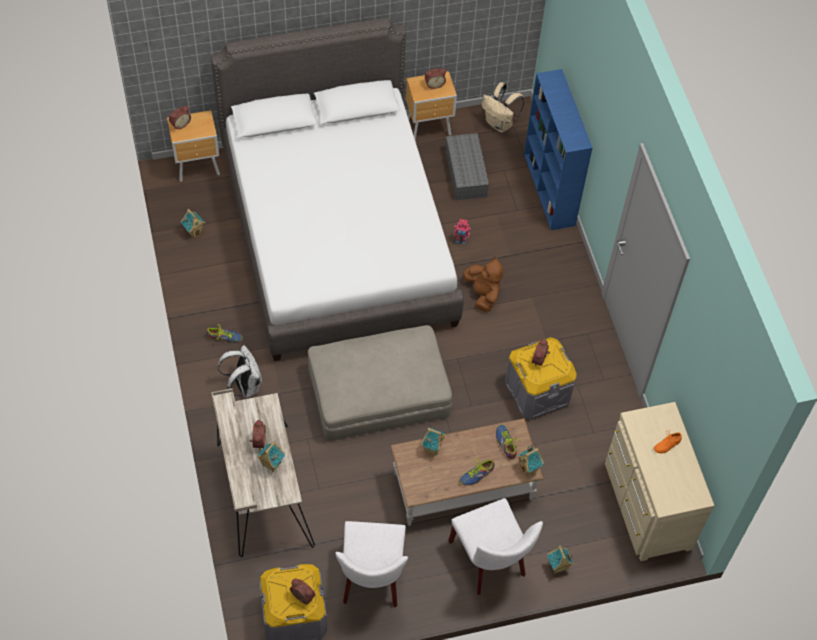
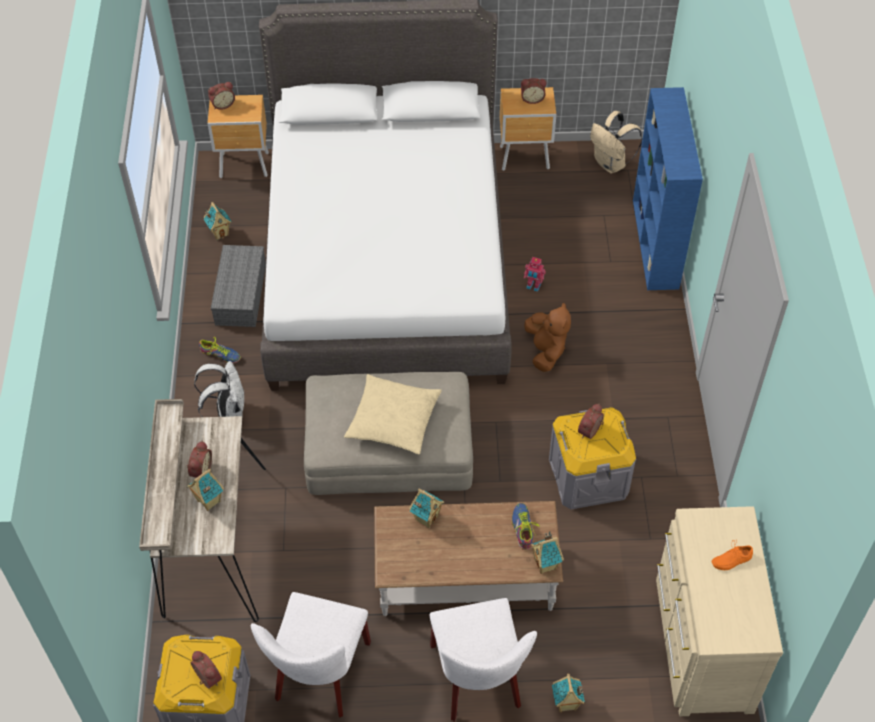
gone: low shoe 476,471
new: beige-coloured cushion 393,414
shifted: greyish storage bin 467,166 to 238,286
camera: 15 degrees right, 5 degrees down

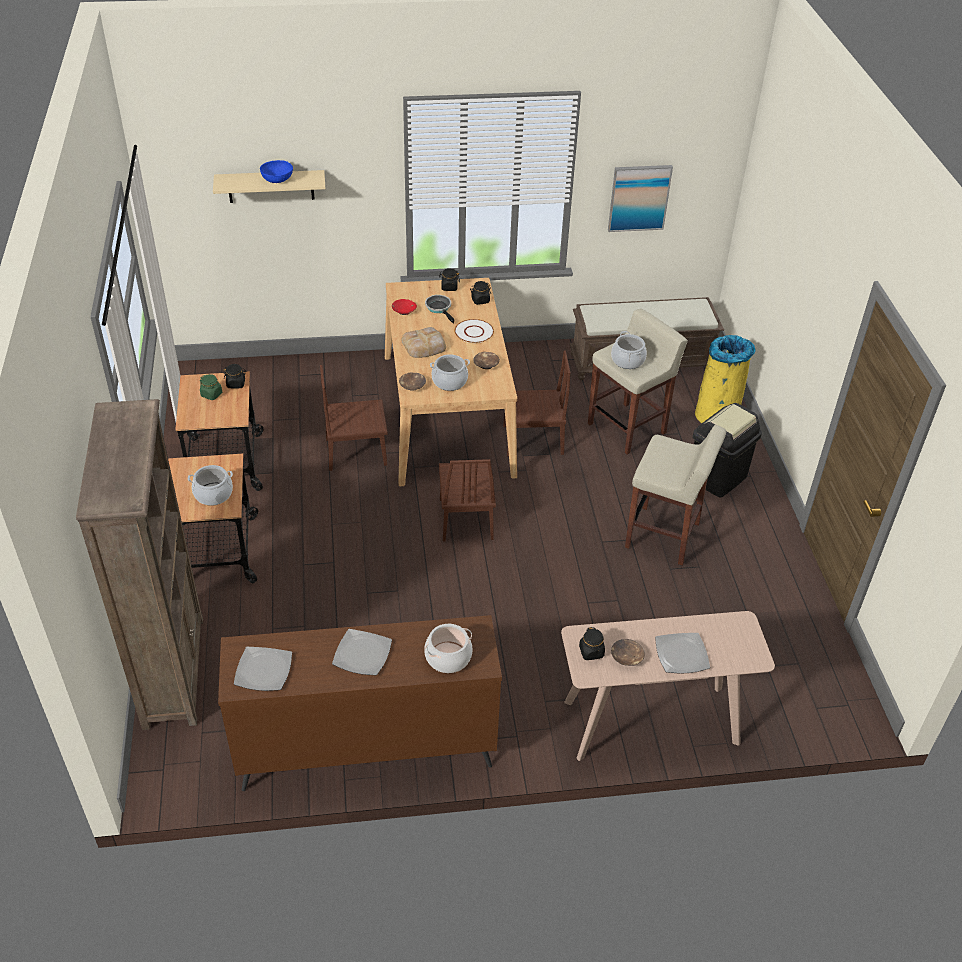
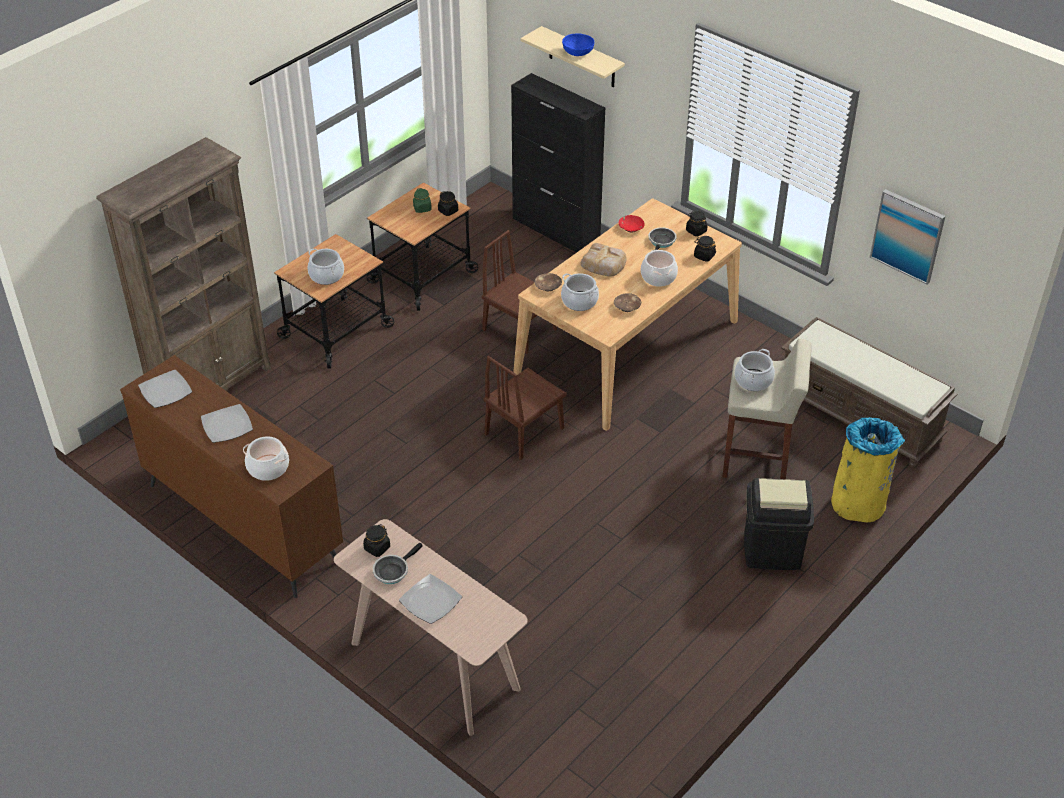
gone: brownish plain chair 536,403; beige-coloured sitting stool 675,495
new: black-coloured cupboard 558,163
swapped: white-coloured dinner plate 474,331 to stockpot 659,268; brownish deep dish 628,652 to skillet 398,563
camera: 50 degrees right, 0 degrees up

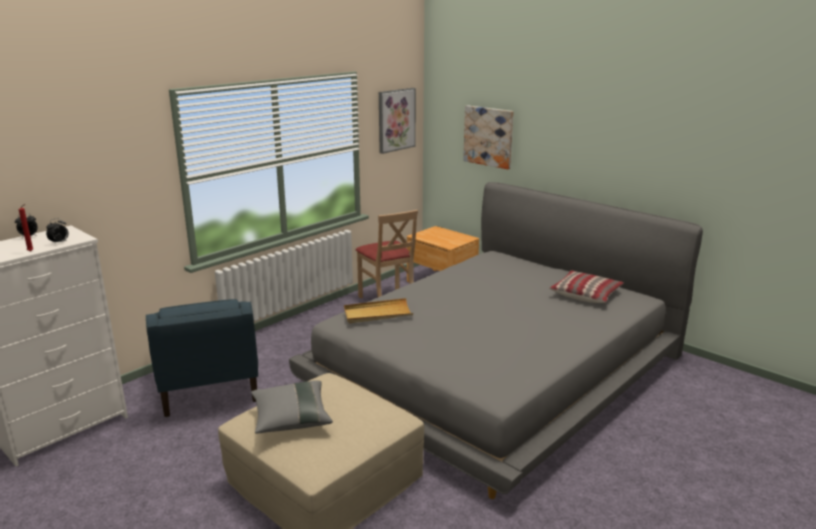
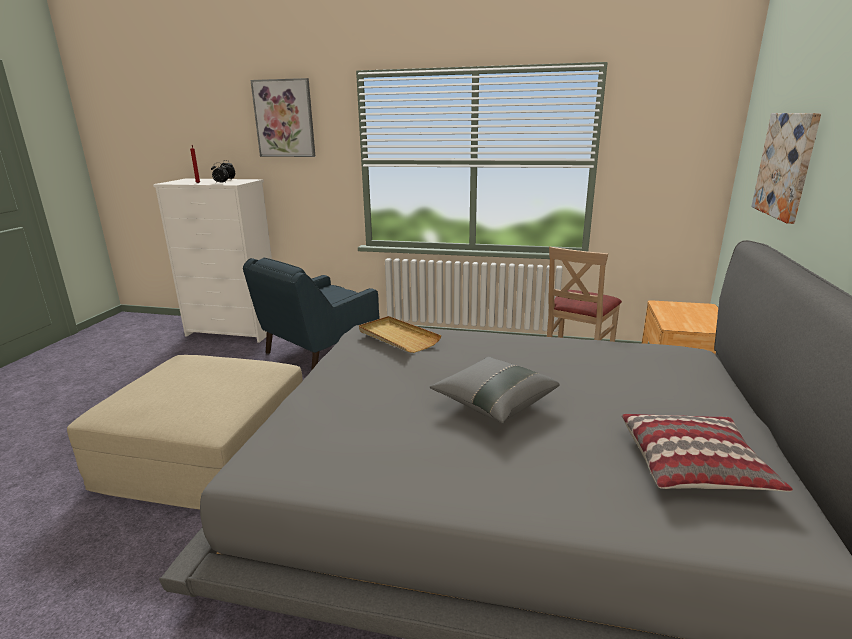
shifted: greyish cushion 292,406 to 494,390; wall art 397,121 to 283,117
camera: 60 degrees right, 0 degrees up

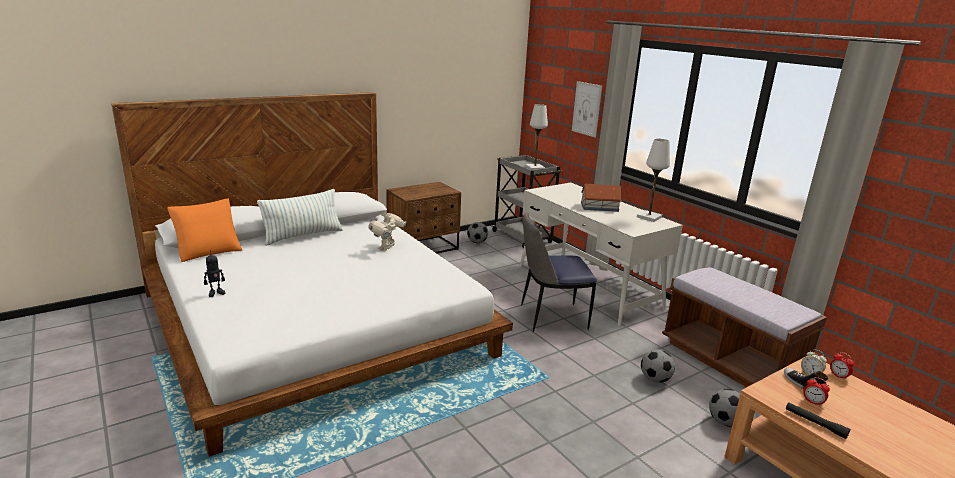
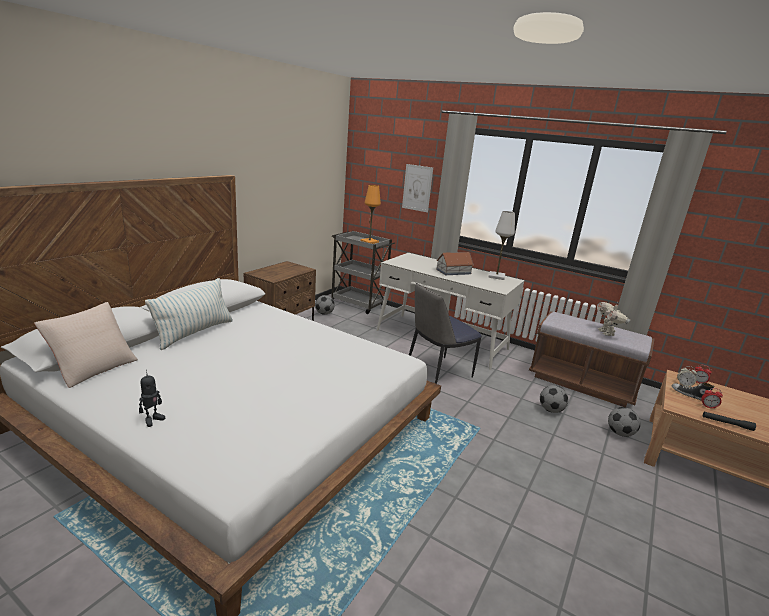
shifted: toy robot 387,231 to 613,319
repainted: orangey cushion 204,230 to beige-coloured cushion 86,345; white-coloured table lamp 536,137 to orangey table lamp 370,214
camera: 25 degrees left, 0 degrees up

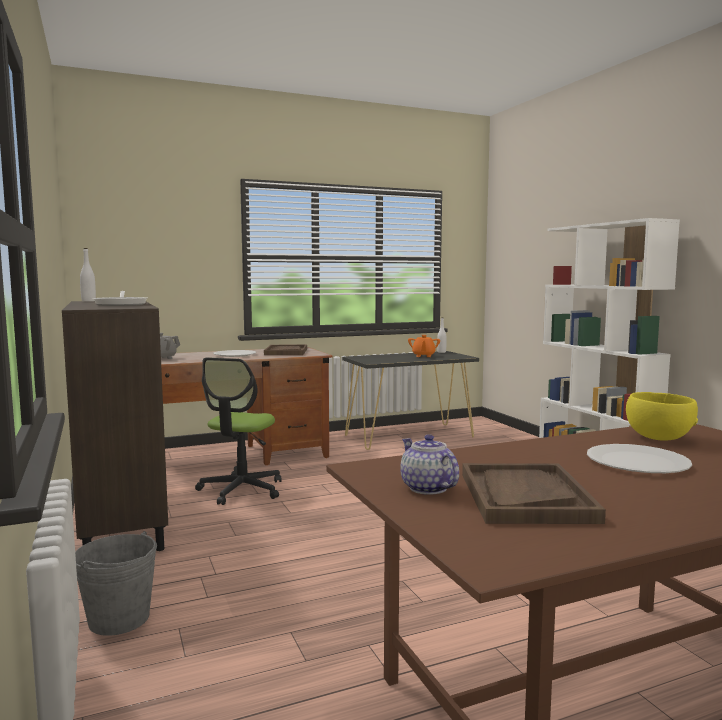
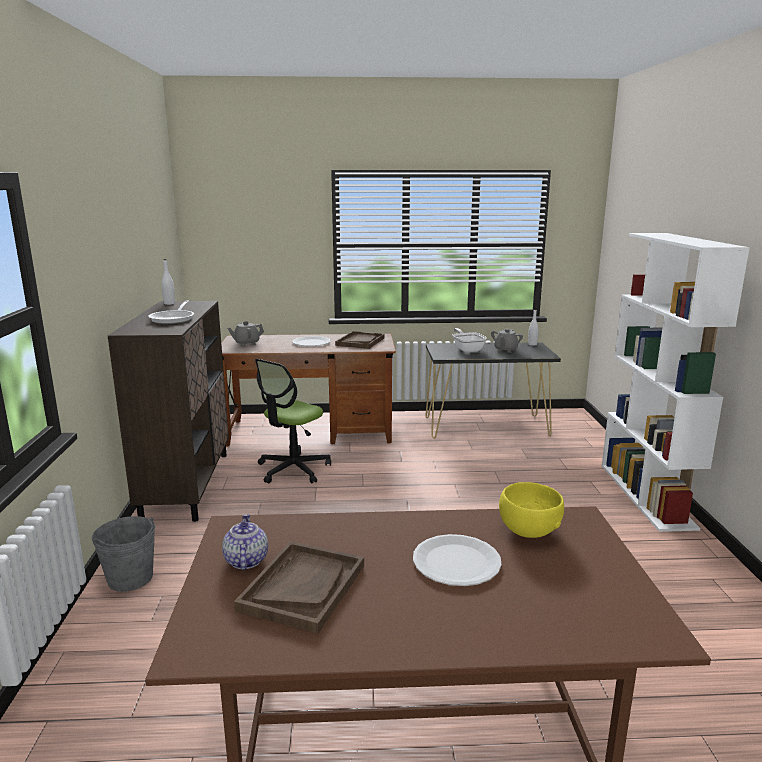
new: skillet 470,340
repainted: orangey pot for tea 424,346 to greyish pot for tea 507,341
camera: 20 degrees right, 10 degrees up

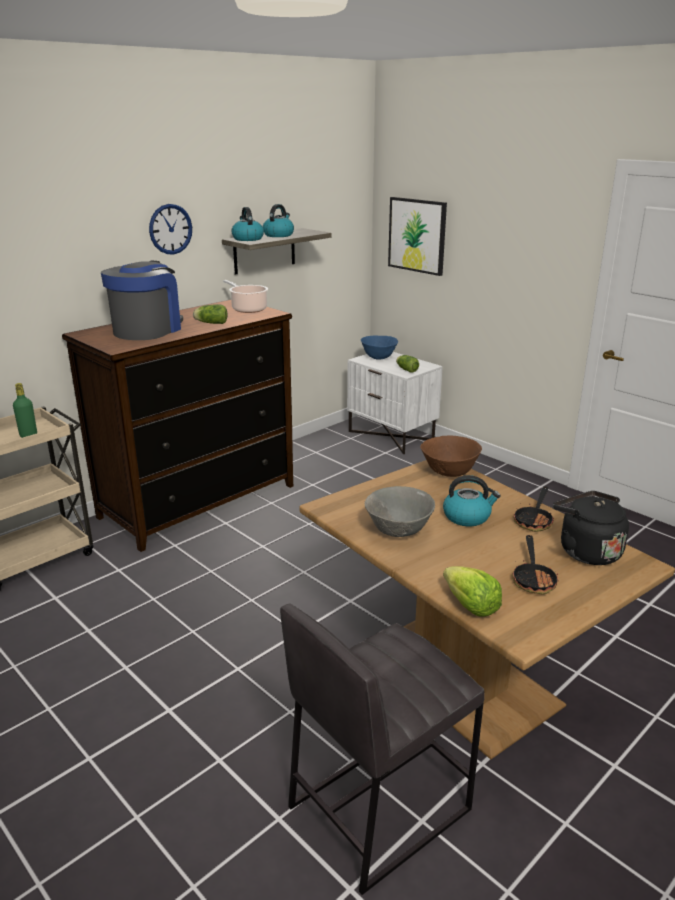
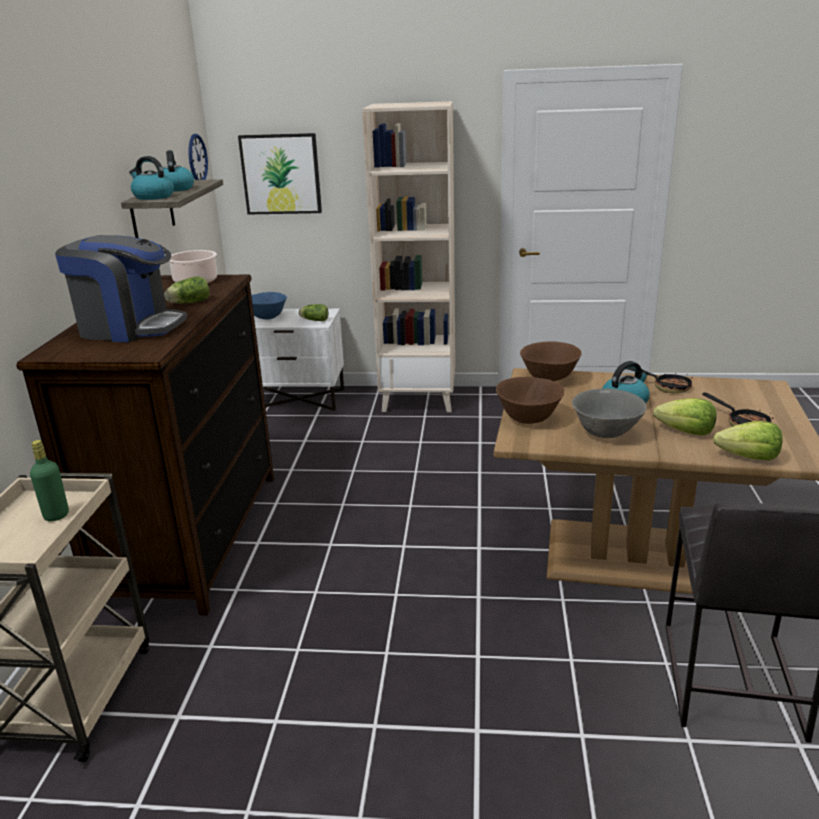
gone: black-coloured water kettle 591,528
new: beige-coloured bookshelf 408,256; brownish deep dish 530,400; head of lettuce 685,417
shifted: hanging clock 170,229 to 198,157
rotated: coffee brewer 142,300 = 121,288 120 degrees clockwise; skillet 534,509 = 660,380 45 degrees counterclockwise
camera: 40 degrees left, 0 degrees up

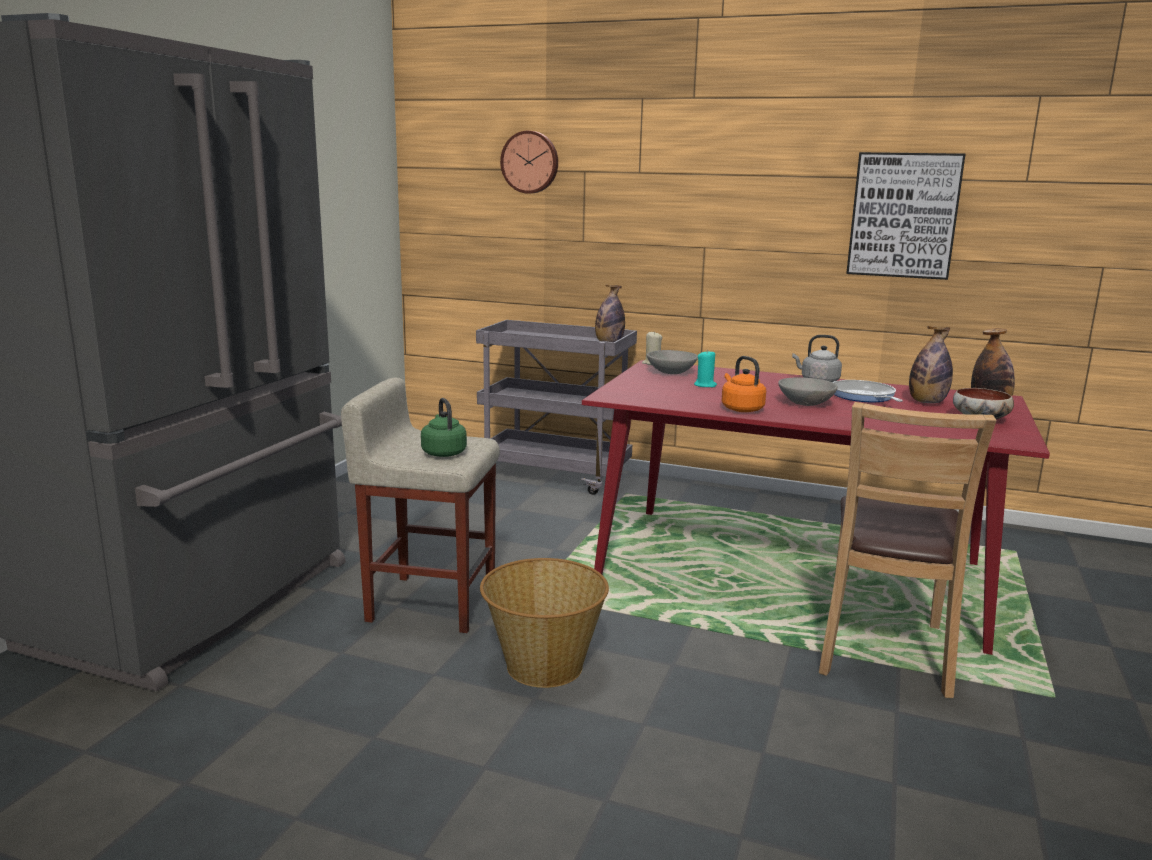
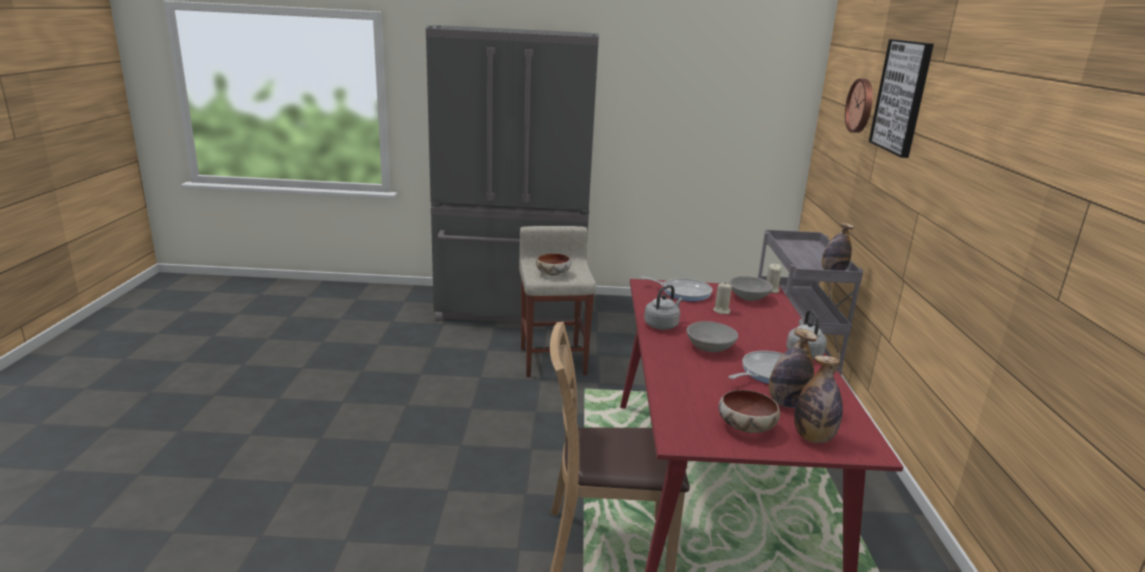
gone: household basket 544,623
new: skillet 676,288
shifted: wall art 906,216 to 901,98
swapped: greenish water kettle 444,427 to deep dish 553,264
repainted: turquoise wax candle 705,368 to beige-coloured wax candle 722,298; orangey water kettle 743,384 to greyish water kettle 663,307
camera: 70 degrees right, 5 degrees up

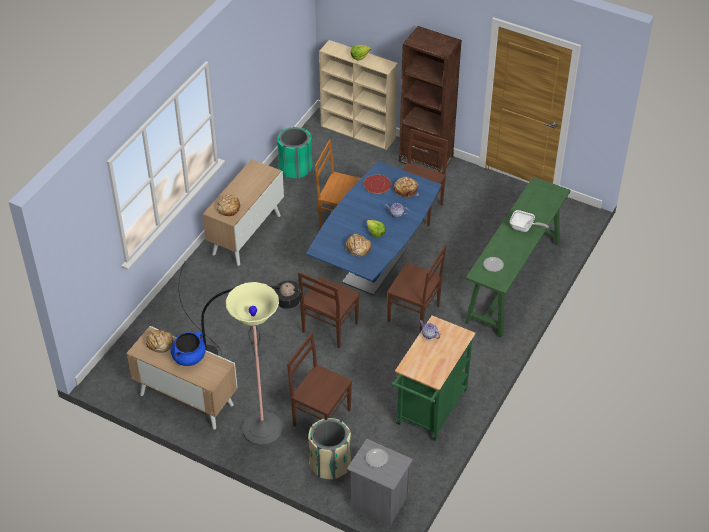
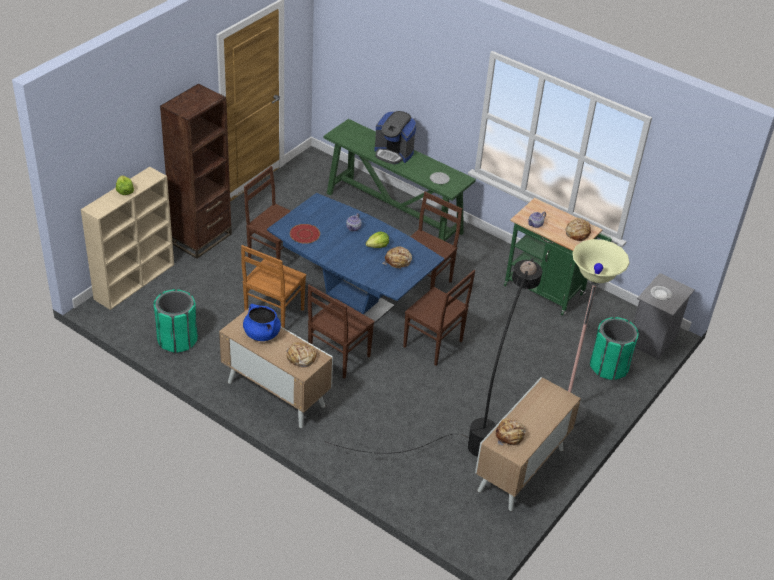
shifted: bluish stockpot 188,349 to 262,322; brownish plain chair 319,379 to 341,332; baked bread 406,187 to 578,229
swapped: skillet 529,221 to coffee brewer 395,137
repainted: beige-coloured waste bin 329,449 to greenish waste bin 614,348
camera: 85 degrees left, 5 degrees down

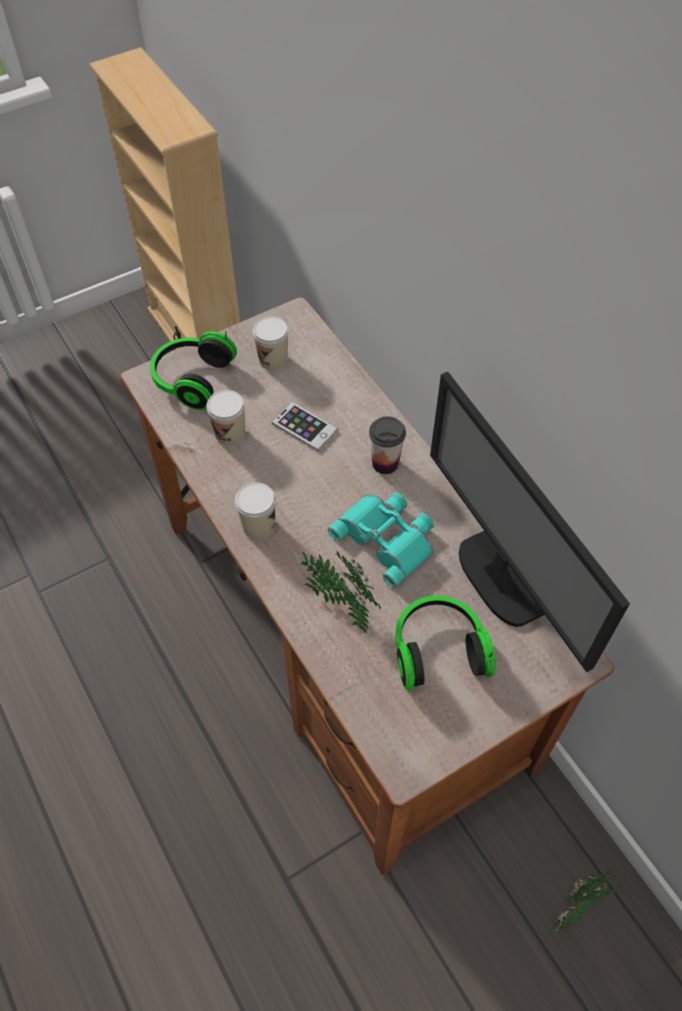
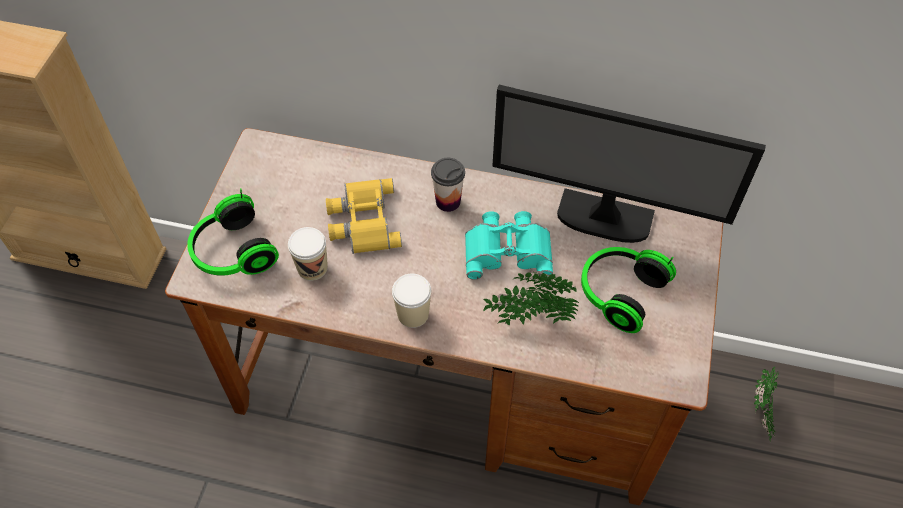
gone: cup 271,344
swapped: telephone 305,426 to yellowish pair of binoculars 364,216
camera: 45 degrees left, 0 degrees up

